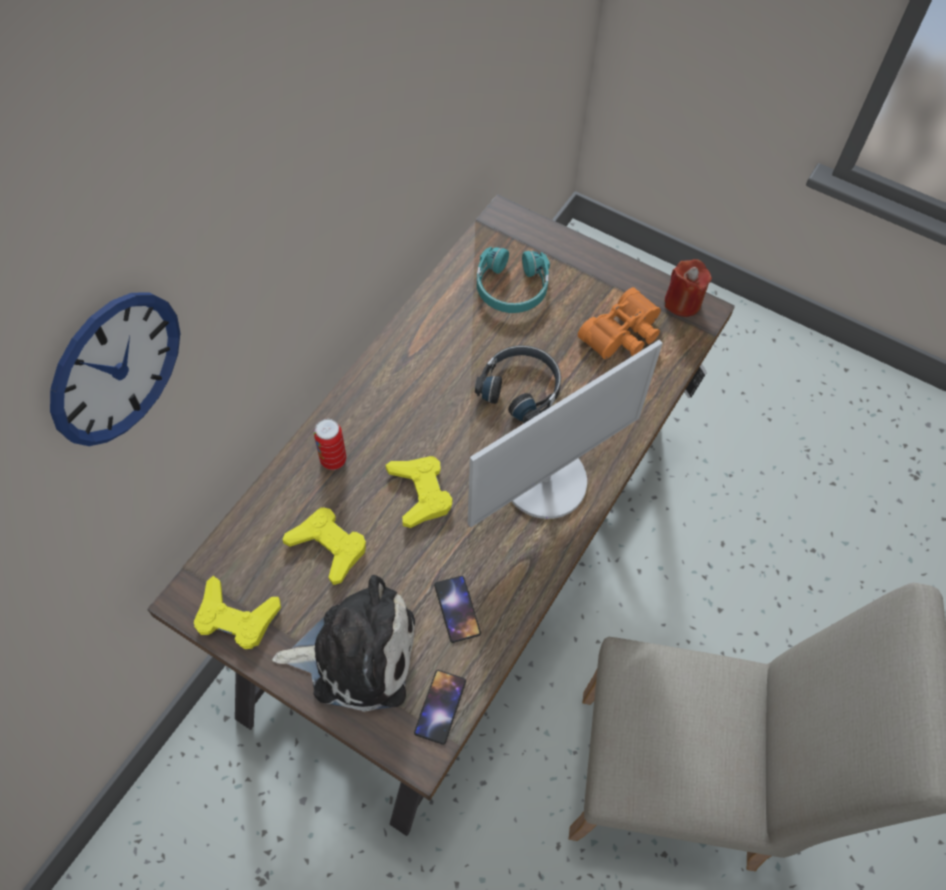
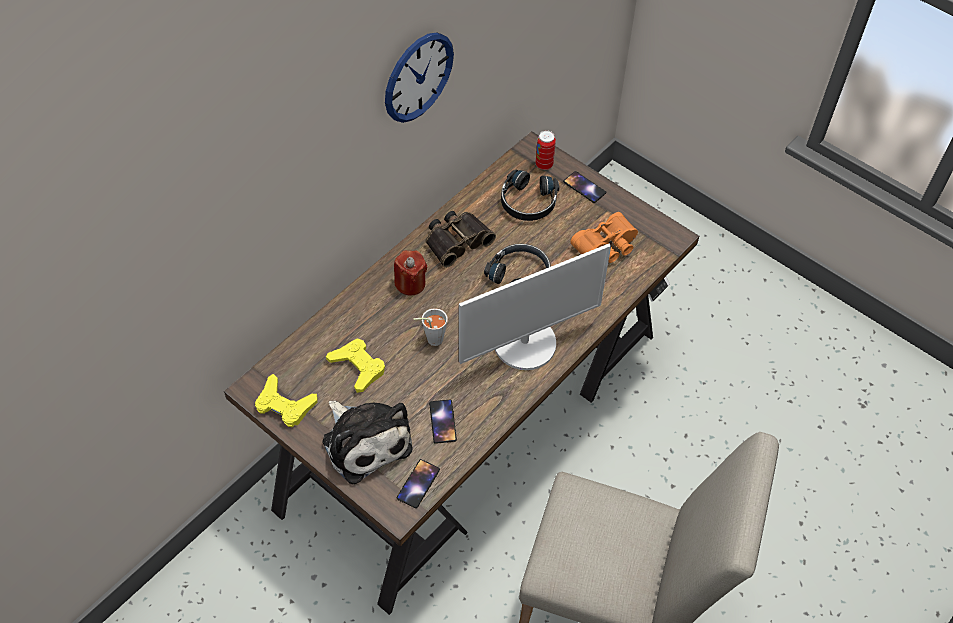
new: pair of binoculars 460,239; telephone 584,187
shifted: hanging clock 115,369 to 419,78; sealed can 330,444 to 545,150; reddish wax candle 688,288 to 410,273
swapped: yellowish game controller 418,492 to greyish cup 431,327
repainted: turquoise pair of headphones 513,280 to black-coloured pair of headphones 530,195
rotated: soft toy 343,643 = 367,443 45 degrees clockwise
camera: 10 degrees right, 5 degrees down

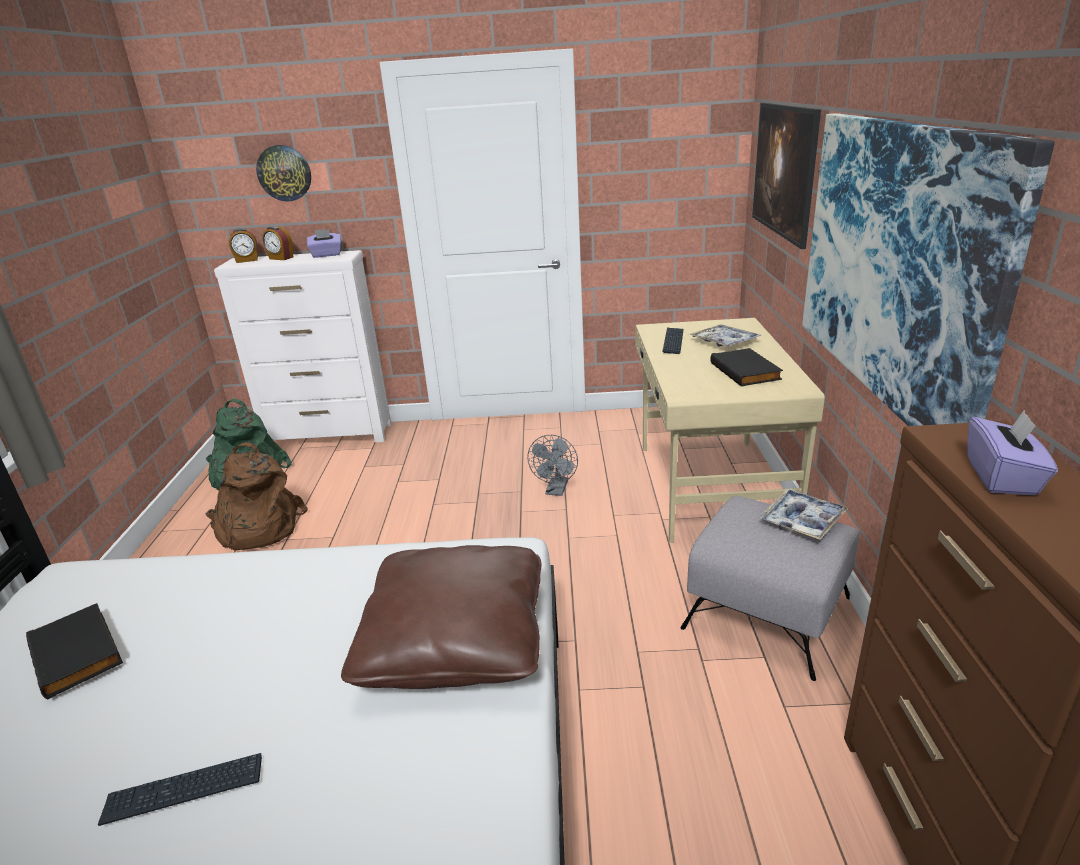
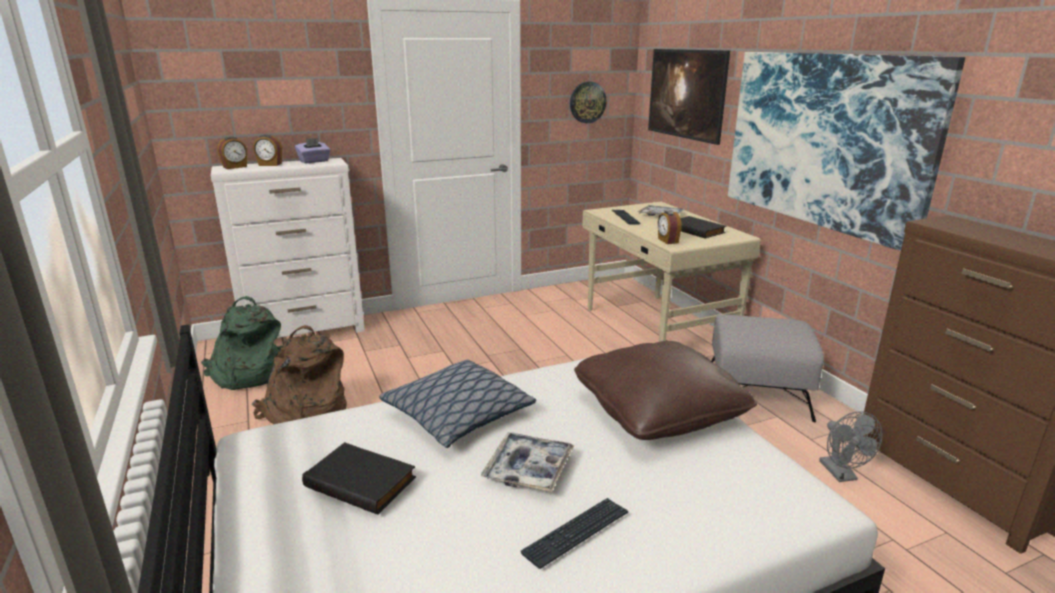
gone: purple tissue holder 1013,452
new: cushion 458,403; alarm clock 670,227
shifted: hanging clock 283,173 to 588,102; greyish cooling fan 552,465 to 851,446; carrying tray 803,514 to 527,462
camera: 25 degrees left, 5 degrees down

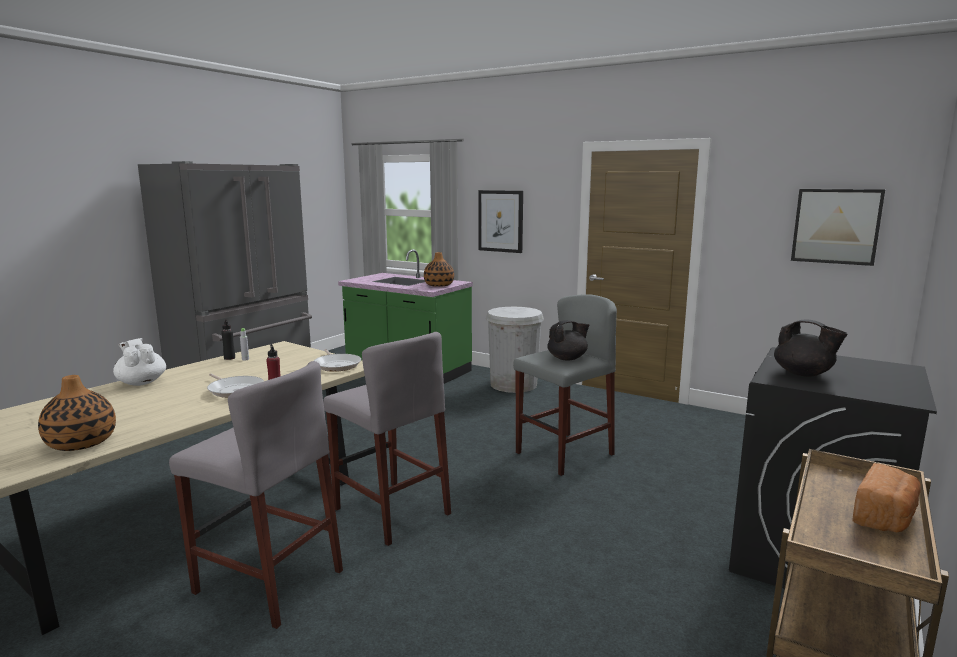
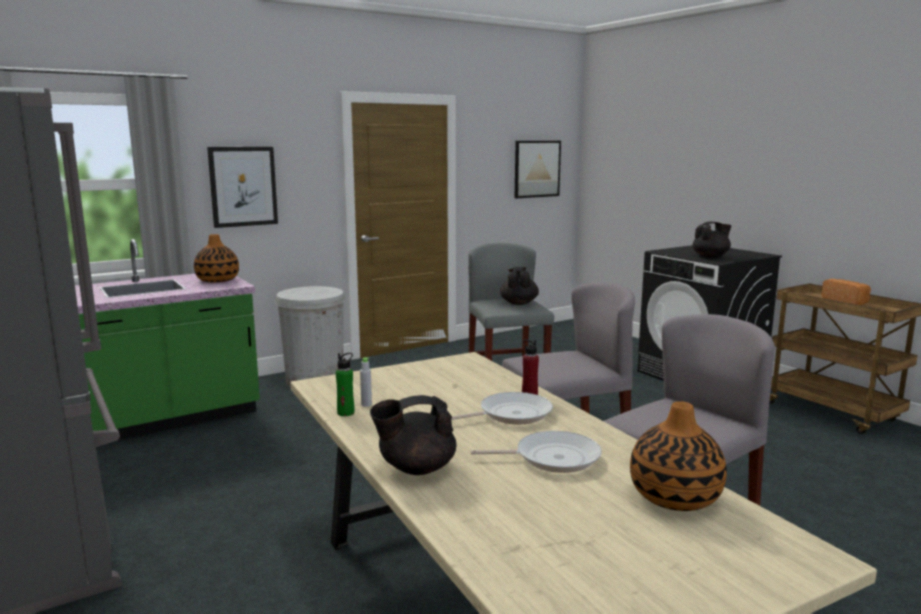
shifted: skillet 337,360 to 536,452
repainted: white-coloured pot for tea 139,362 to black-coloured pot for tea 413,435; black-coloured beverage bottle 228,339 to greenish beverage bottle 345,384
camera: 65 degrees left, 0 degrees up

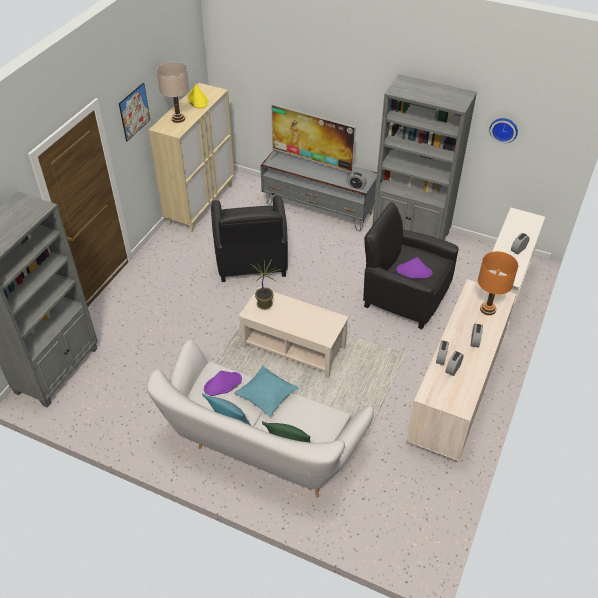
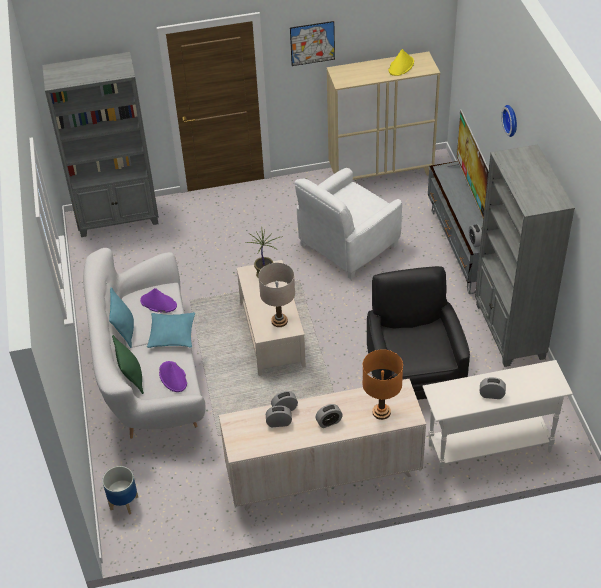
new: plant pot 120,490
shifted: beige-coloured table lamp 173,92 to 276,295; purple hat 414,268 to 173,376; hanging clock 503,130 to 509,121
repainted: black-coloured armchair 249,238 to white-coloured armchair 348,223
camera: 55 degrees right, 0 degrees up

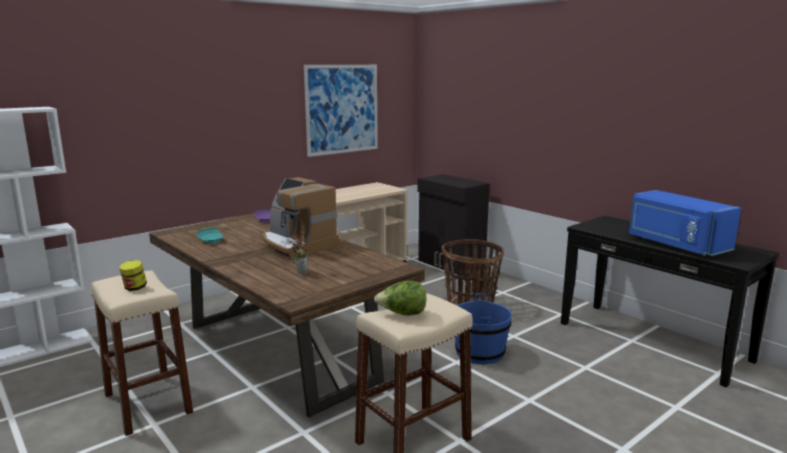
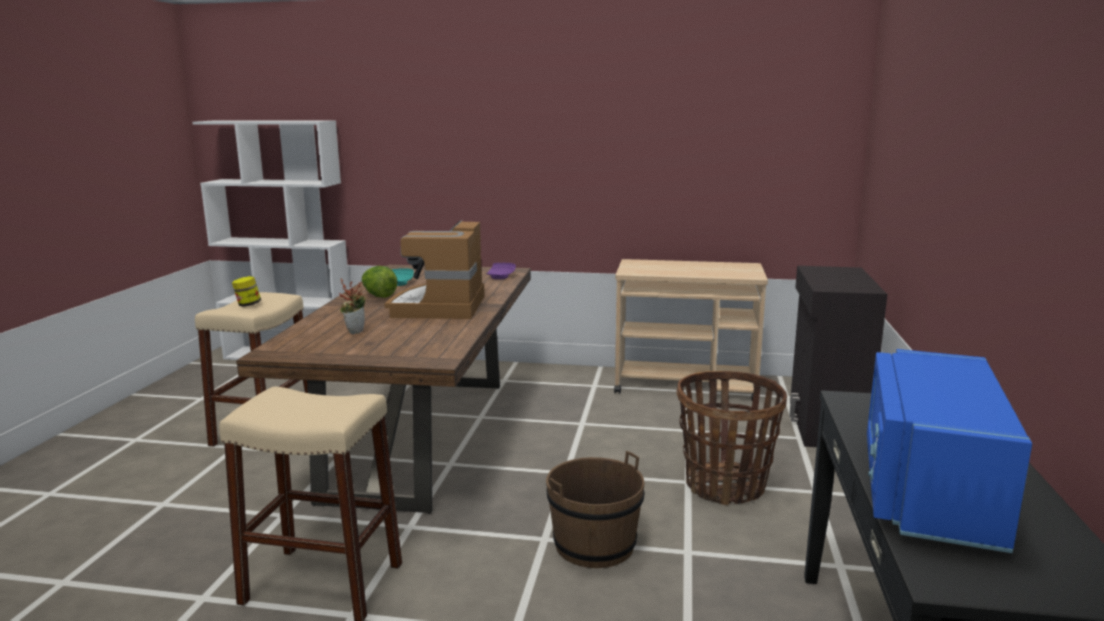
gone: wall art 341,111
shifted: head of lettuce 400,298 to 380,282
repainted: bluish bucket 483,328 to brownish bucket 595,509
camera: 50 degrees right, 0 degrees up

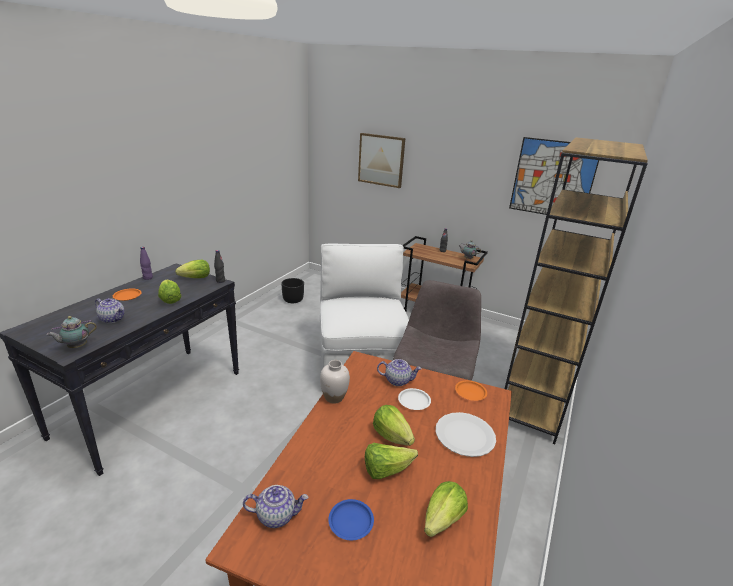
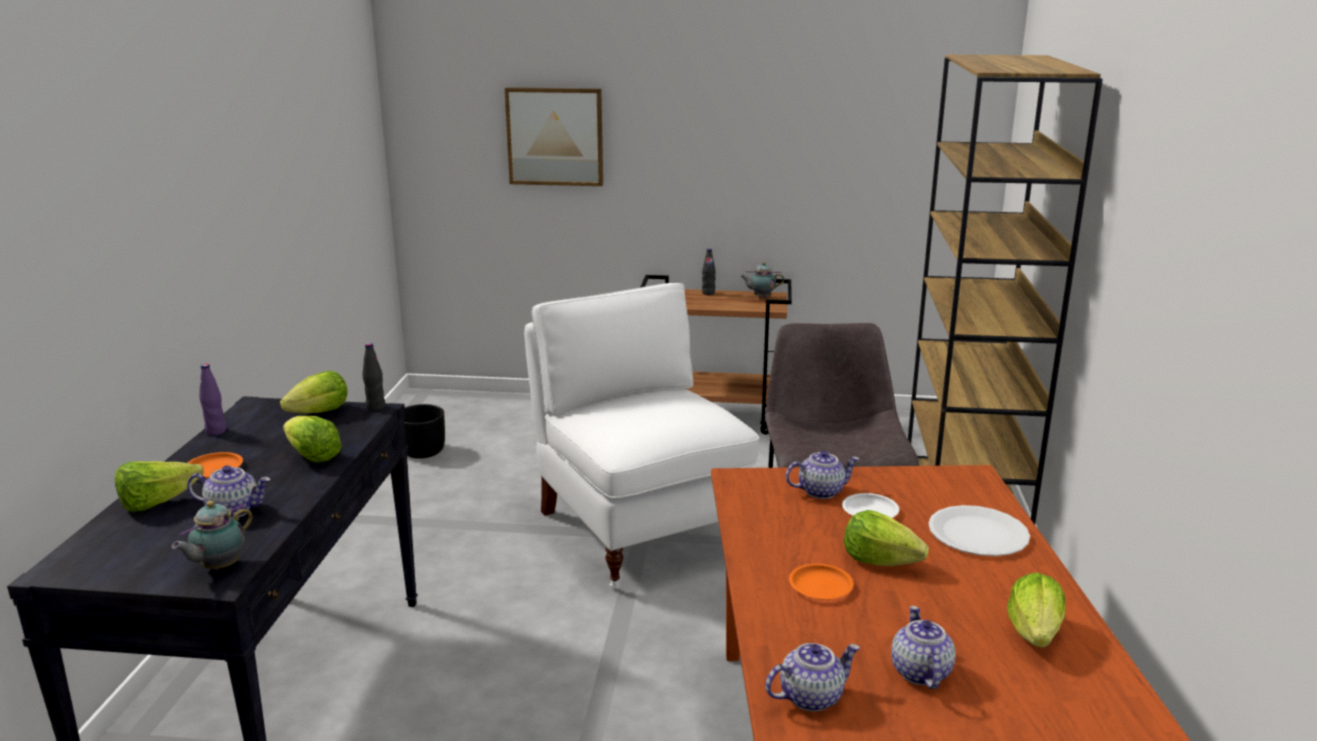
gone: white-coloured flower vase 335,382; wall art 554,176
shifted: head of lettuce 391,461 to 159,486; orangey dinner plate 471,390 to 821,582
swapped: bluish dinner plate 351,519 to pot for tea 923,647
camera: 20 degrees left, 5 degrees down

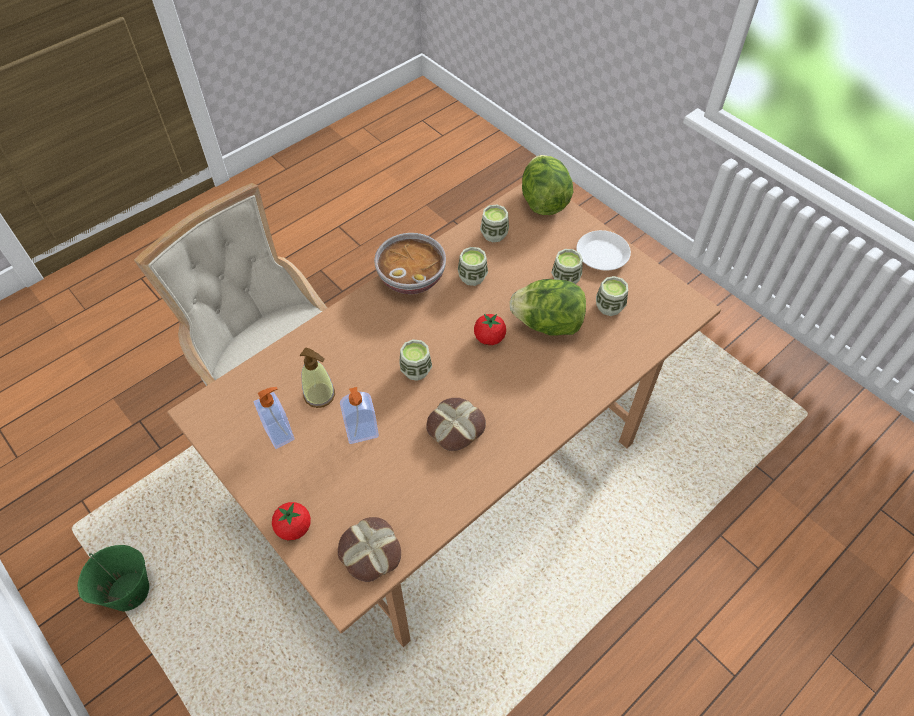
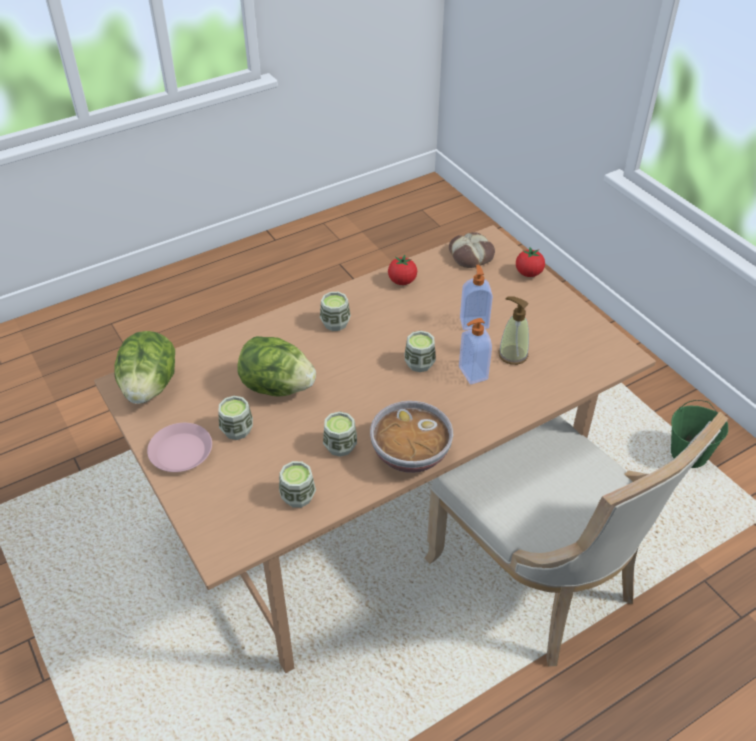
gone: baked bread 456,424
shifted: soap dispenser 274,418 to 475,351; fresh tomato 490,329 to 402,270; head of lettuce 547,185 to 144,367; cup 612,296 to 335,311
repainted: white-coloured dinner plate 603,250 to pink dinner plate 179,447
camera: 170 degrees left, 10 degrees down

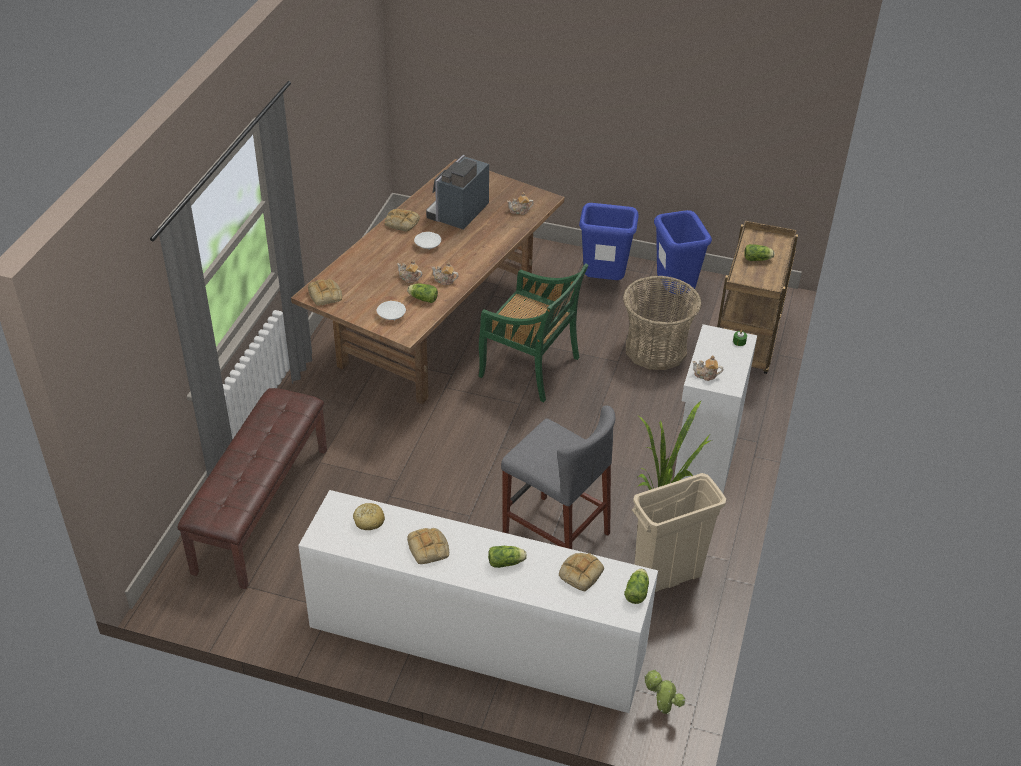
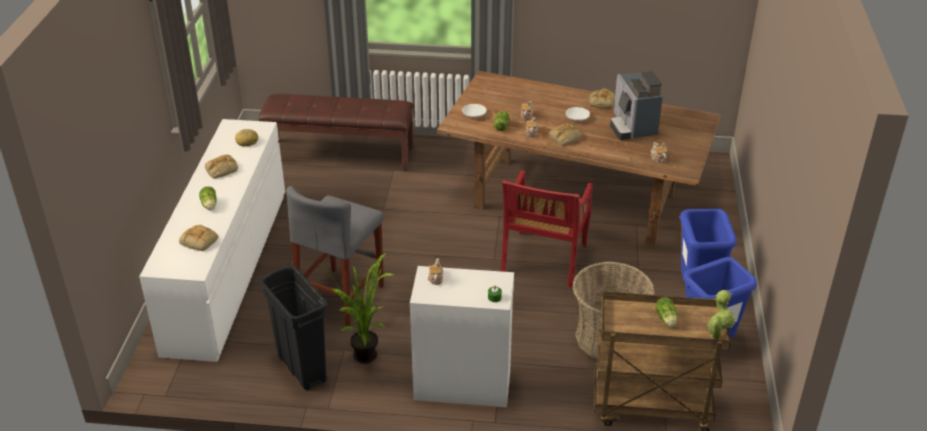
gone: head of lettuce 636,586
shifted: baked bread 325,292 to 565,134; houseplant 664,692 to 721,315
repainted: greenish plain chair 534,332 to reddish plain chair 547,228; beige-coloured waste bin 679,532 to black-coloured waste bin 293,327
rotated: coffee brewer 457,192 = 636,105 120 degrees counterclockwise
camera: 80 degrees right, 5 degrees down

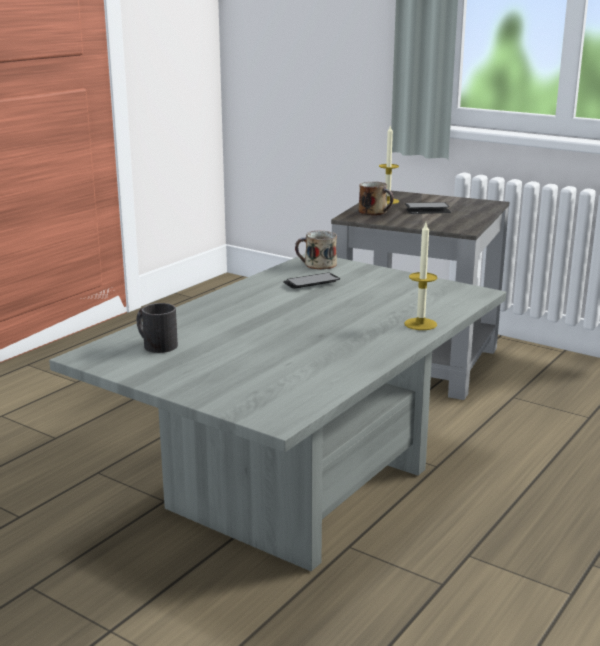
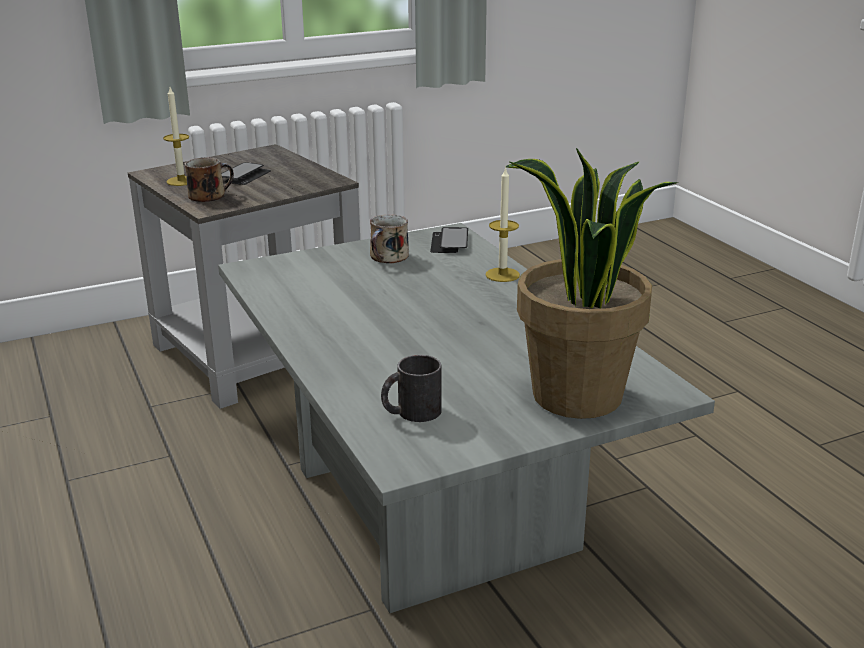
new: houseplant 592,283
shifted: telephone 311,280 to 449,240; coffee mug 316,250 to 389,238
camera: 60 degrees left, 5 degrees up

